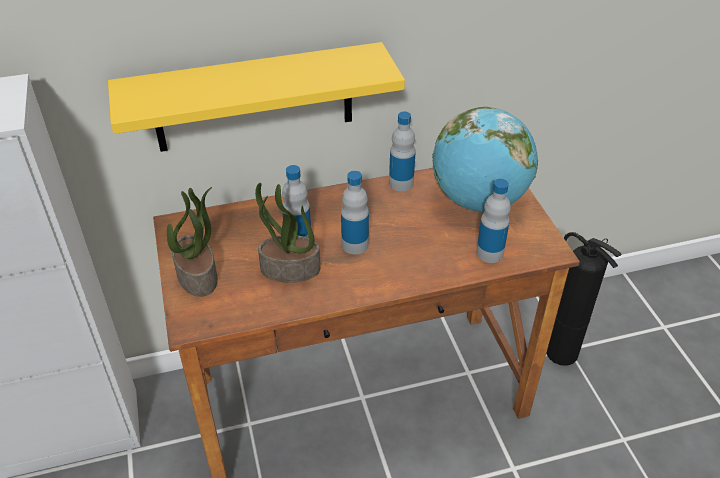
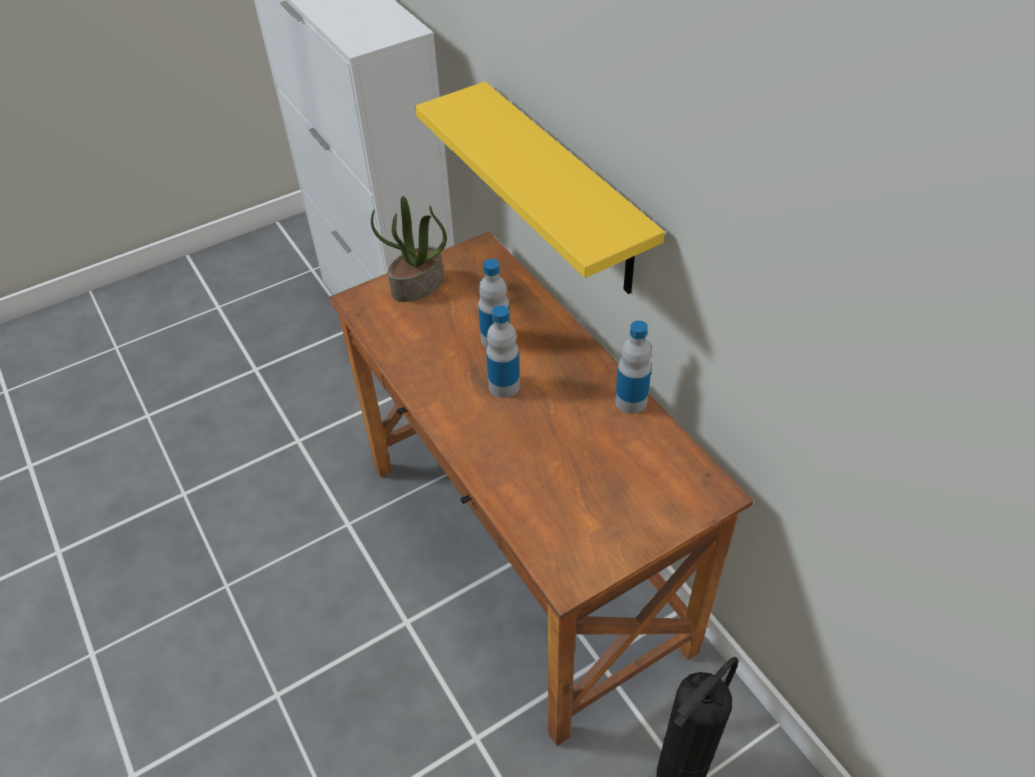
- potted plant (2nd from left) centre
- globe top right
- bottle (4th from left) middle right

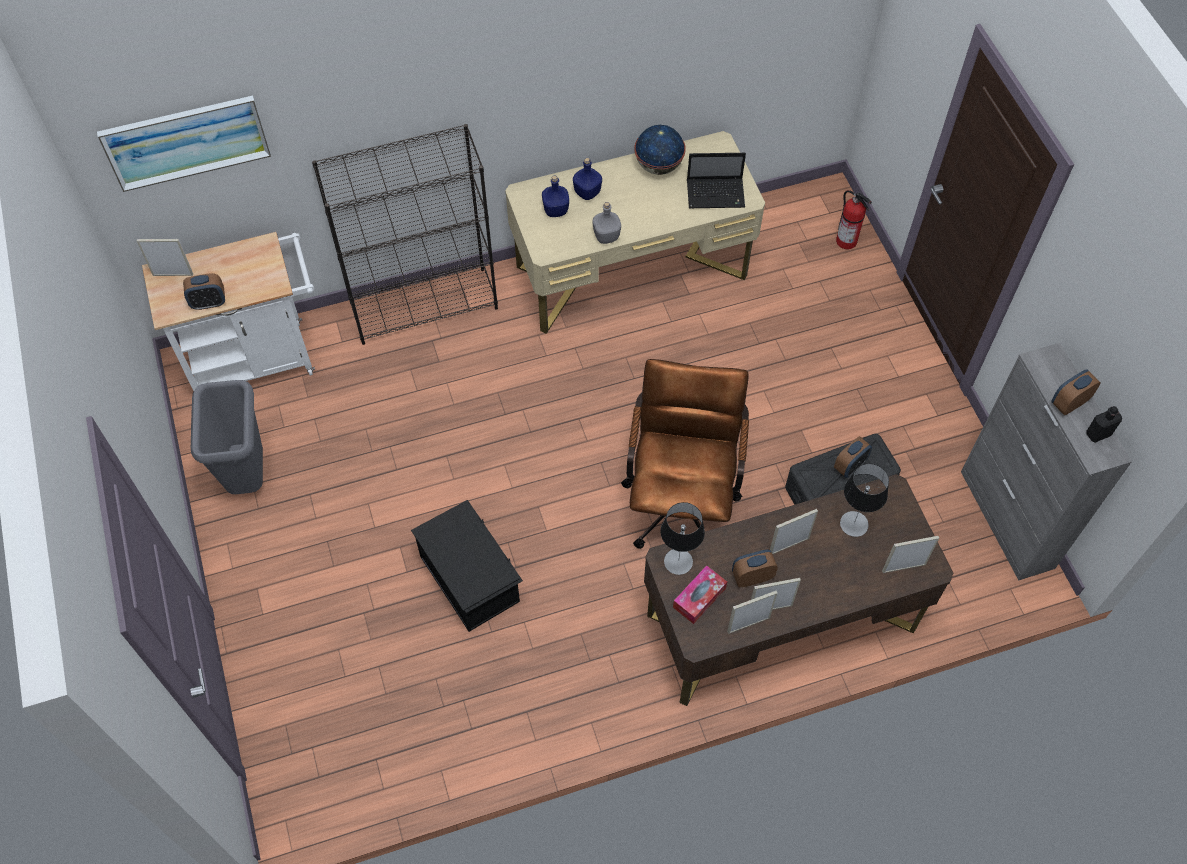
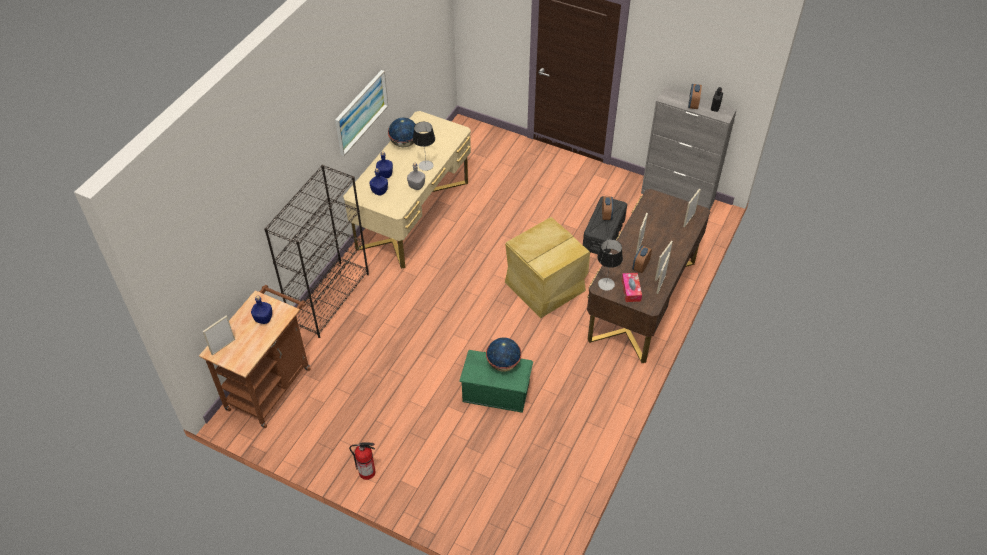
~ white cart middle left to brown cart middle left
+ blue bottle (1st from left) middle left
~ picture top left to top centre
~ fire extinguisher top right to bottom centre
~ table lamp (2nd from left in the first image) middle right to table lamp (1st from left) top centre
~ black storage box (1st from left) centre to green storage box bottom centre
+ globe (2nd from left) centre
~ brown office chair centre to beige storage box centre
- alarm clock (1st from left) middle left
- grey trash can middle left
- laptop top centre

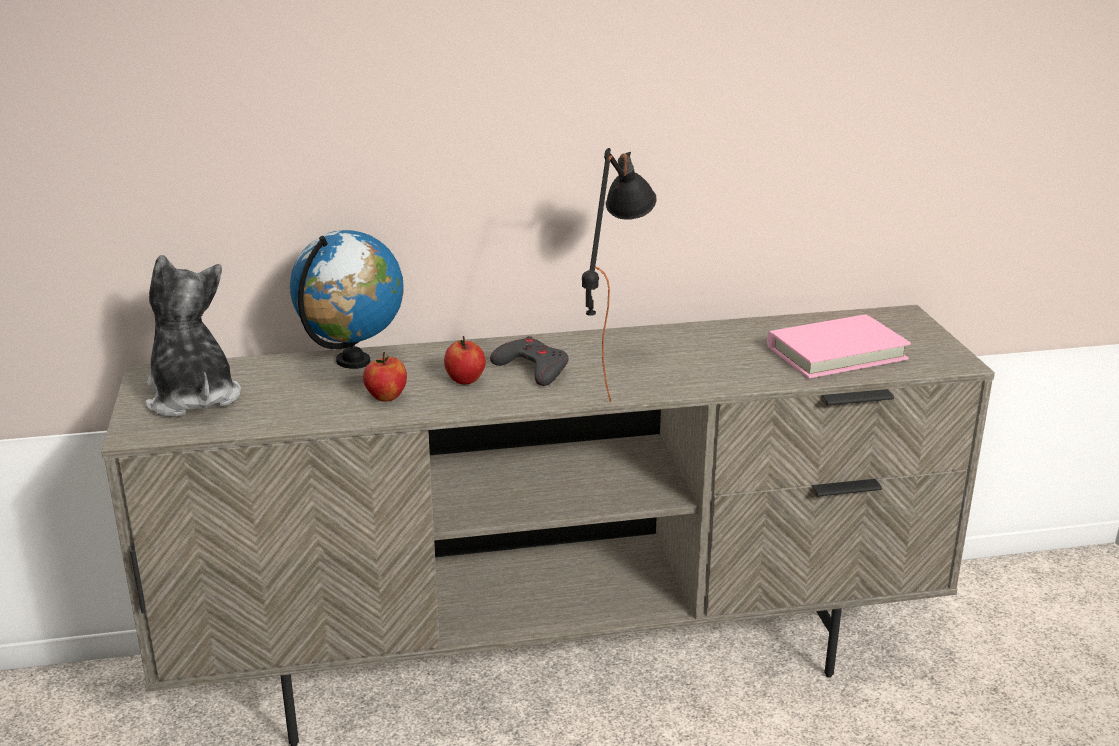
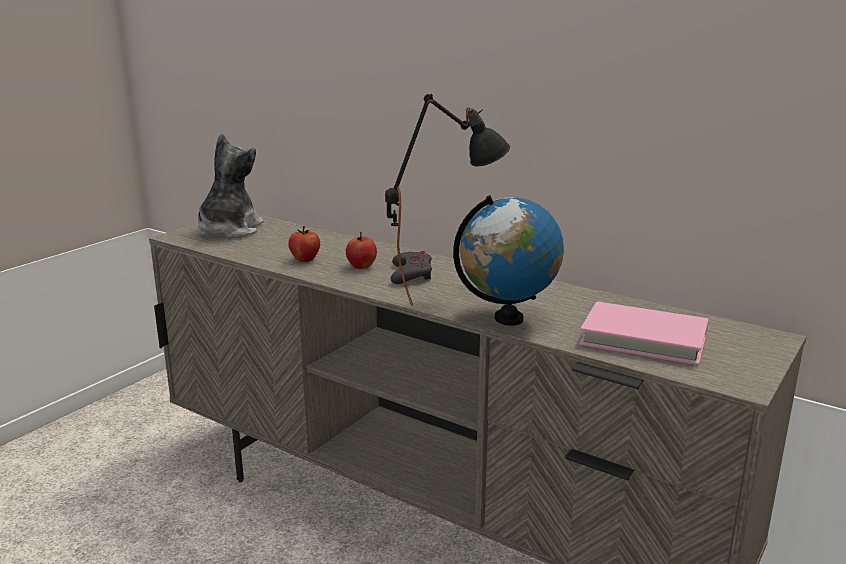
~ globe middle left to centre

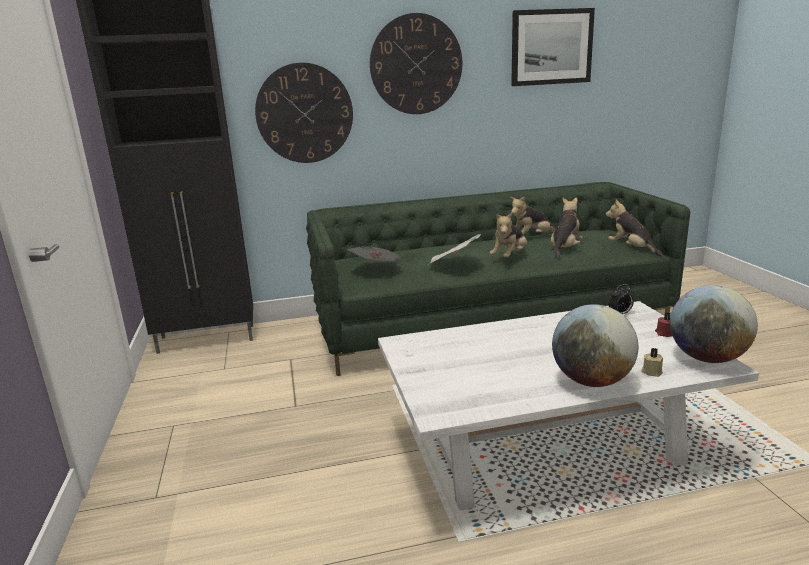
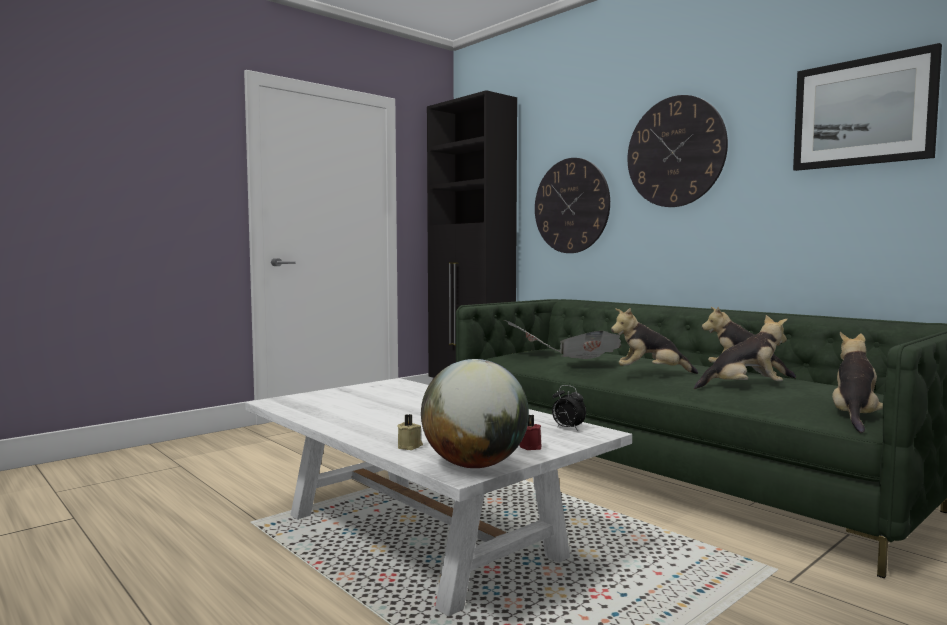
- globe (1st from left) middle right

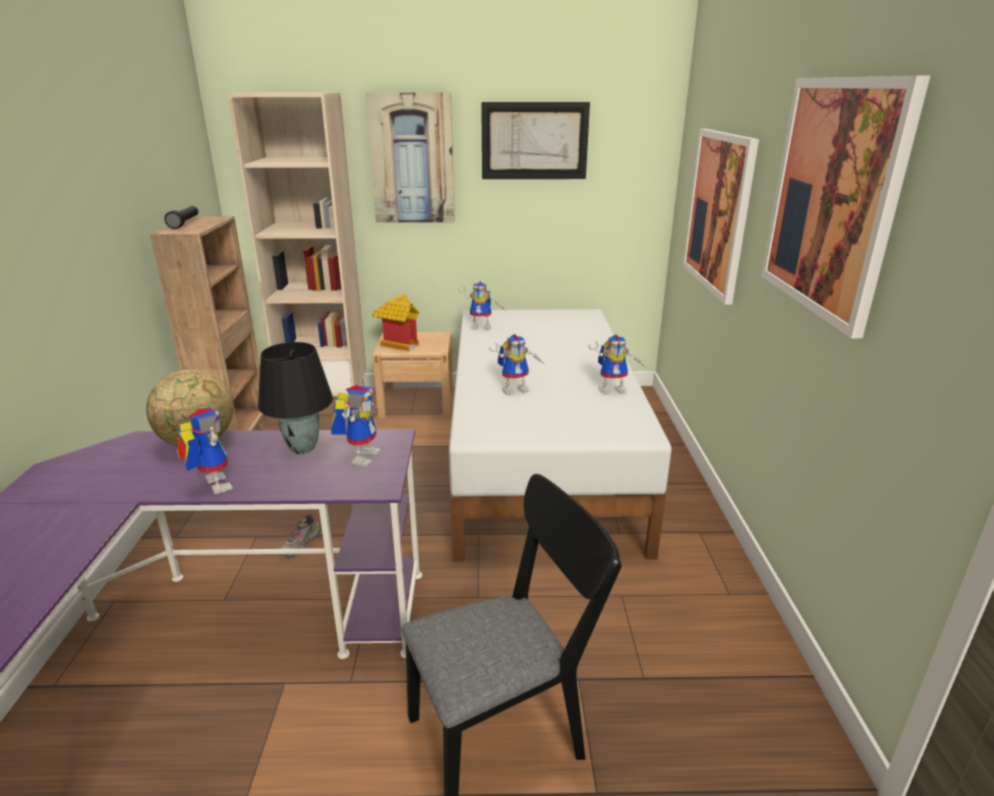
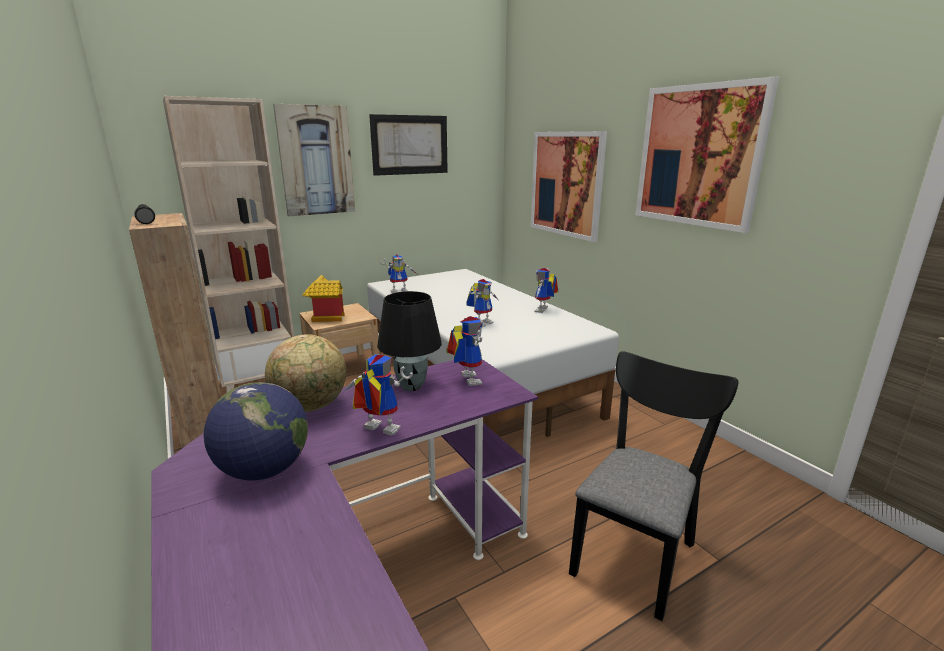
+ globe (1st from left) middle left
~ toy robot (5th from left) centre = centre 150 degrees clockwise
- shoe bottom left

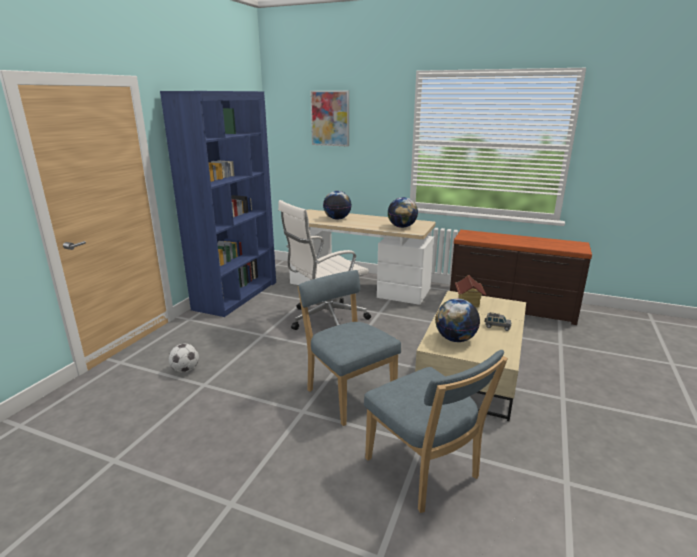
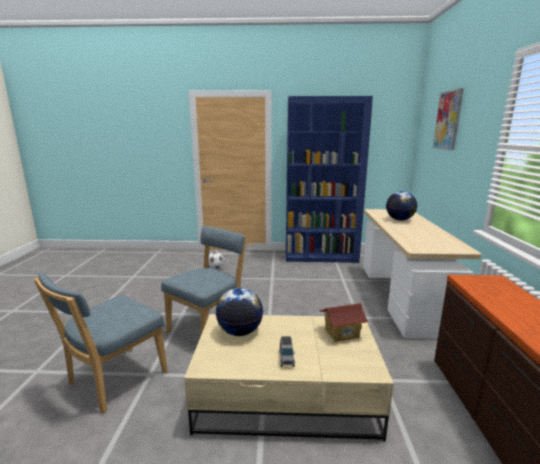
- white office chair centre
- globe (2nd from left) centre

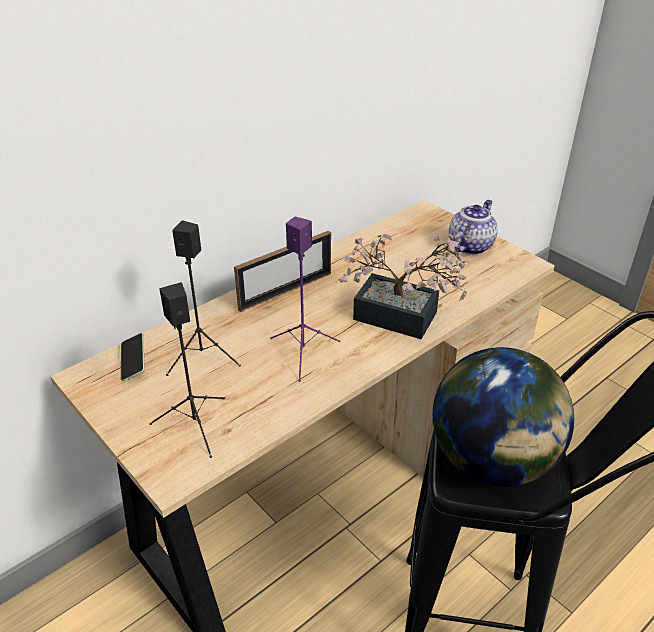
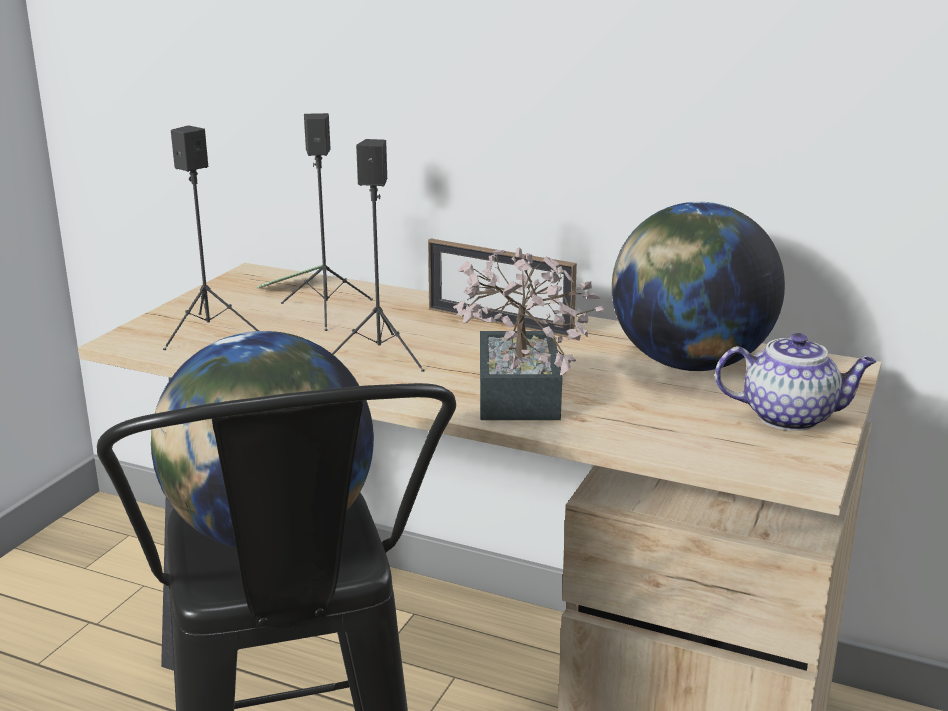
~ purple speaker centre to black speaker (3rd from left) centre
+ globe (2nd from left) middle right

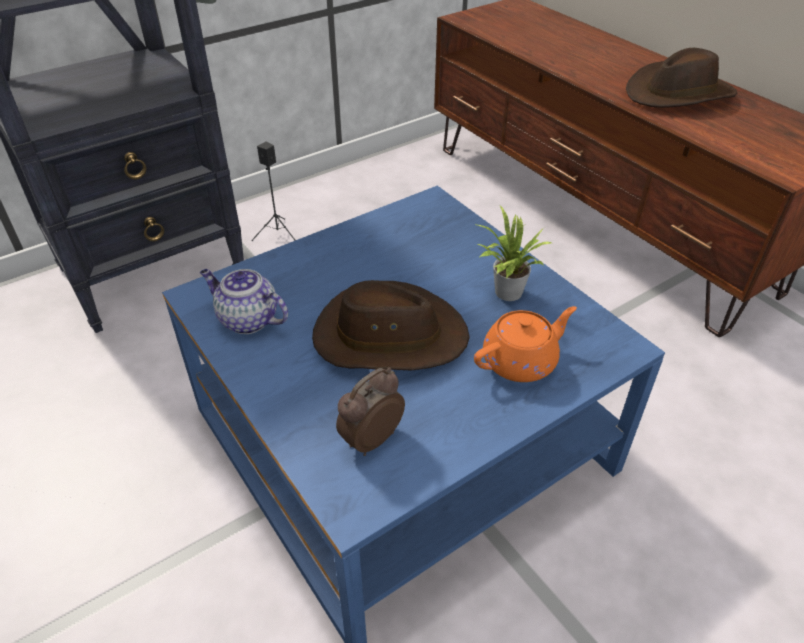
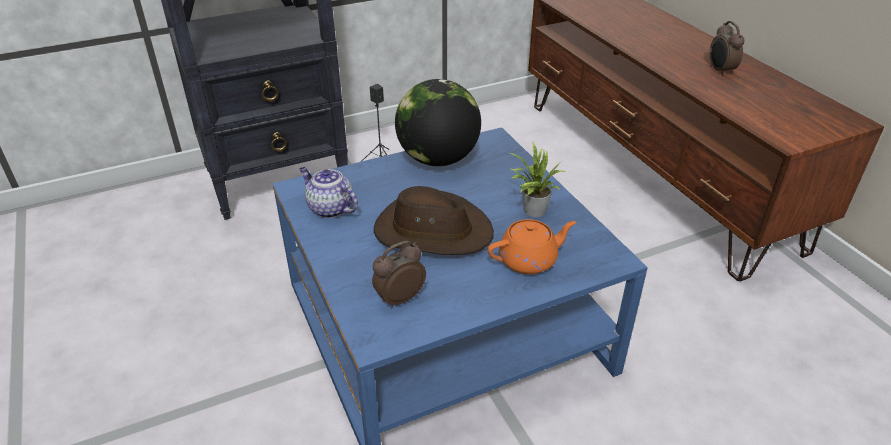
+ globe top centre
~ brown hat (2nd from left) top right to alarm clock (2nd from left) top right

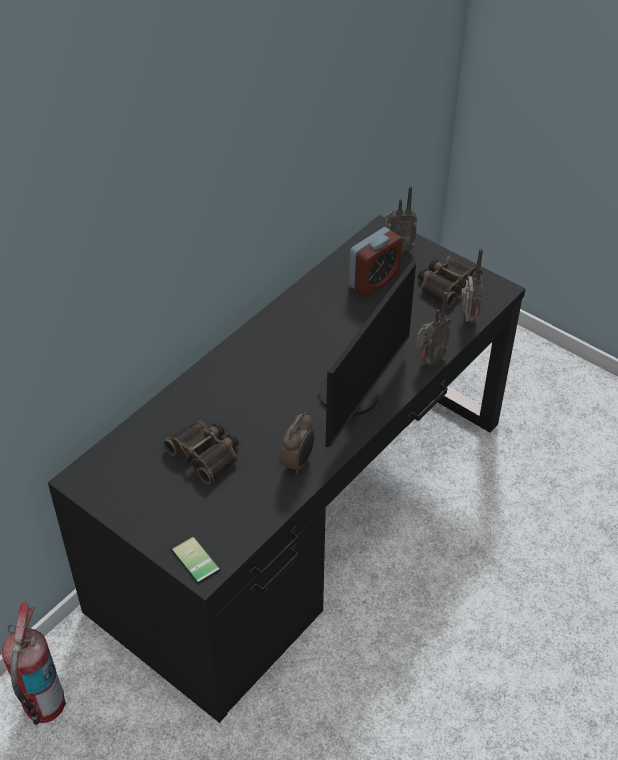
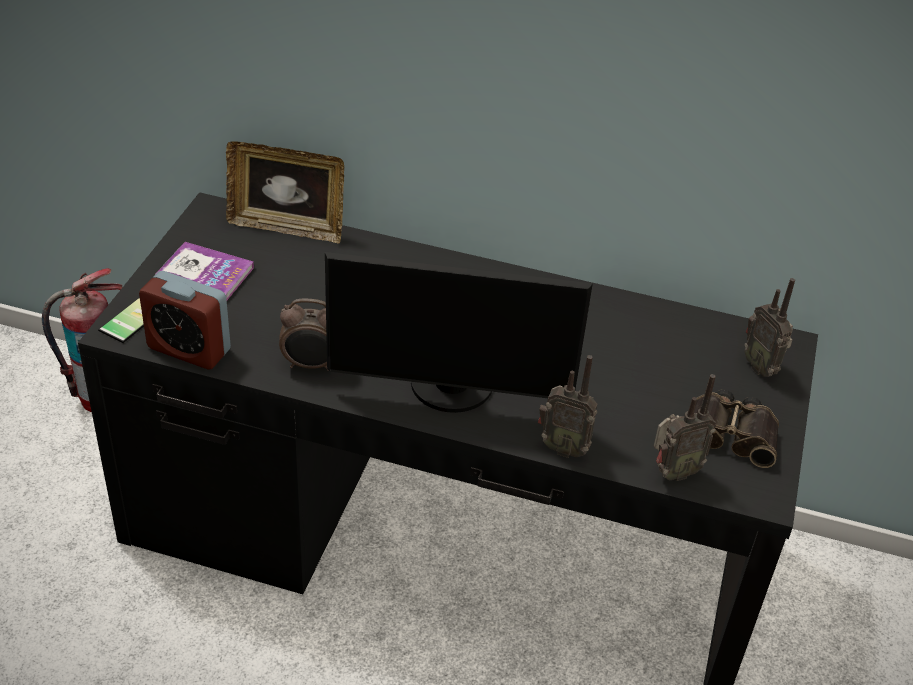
~ alarm clock (2nd from left in the first image) centre to alarm clock (1st from left) middle left
+ book middle left
+ picture frame top left
- binoculars (1st from left) middle left

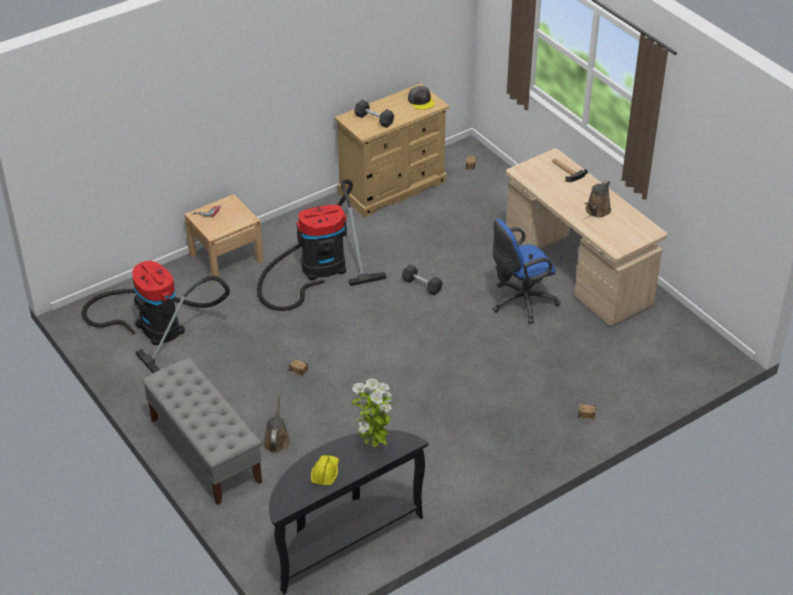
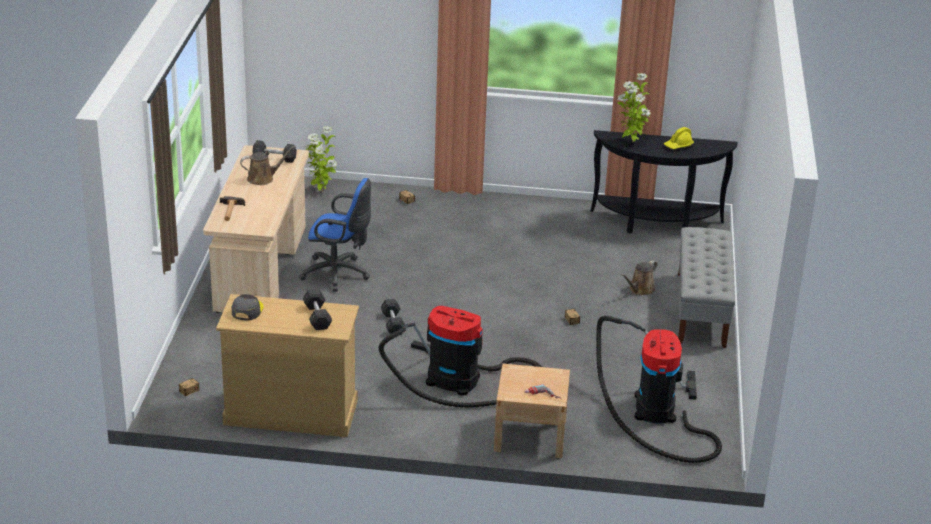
+ grey dumbbell (1st from left) top left
+ potted plant (1st from left) top centre

